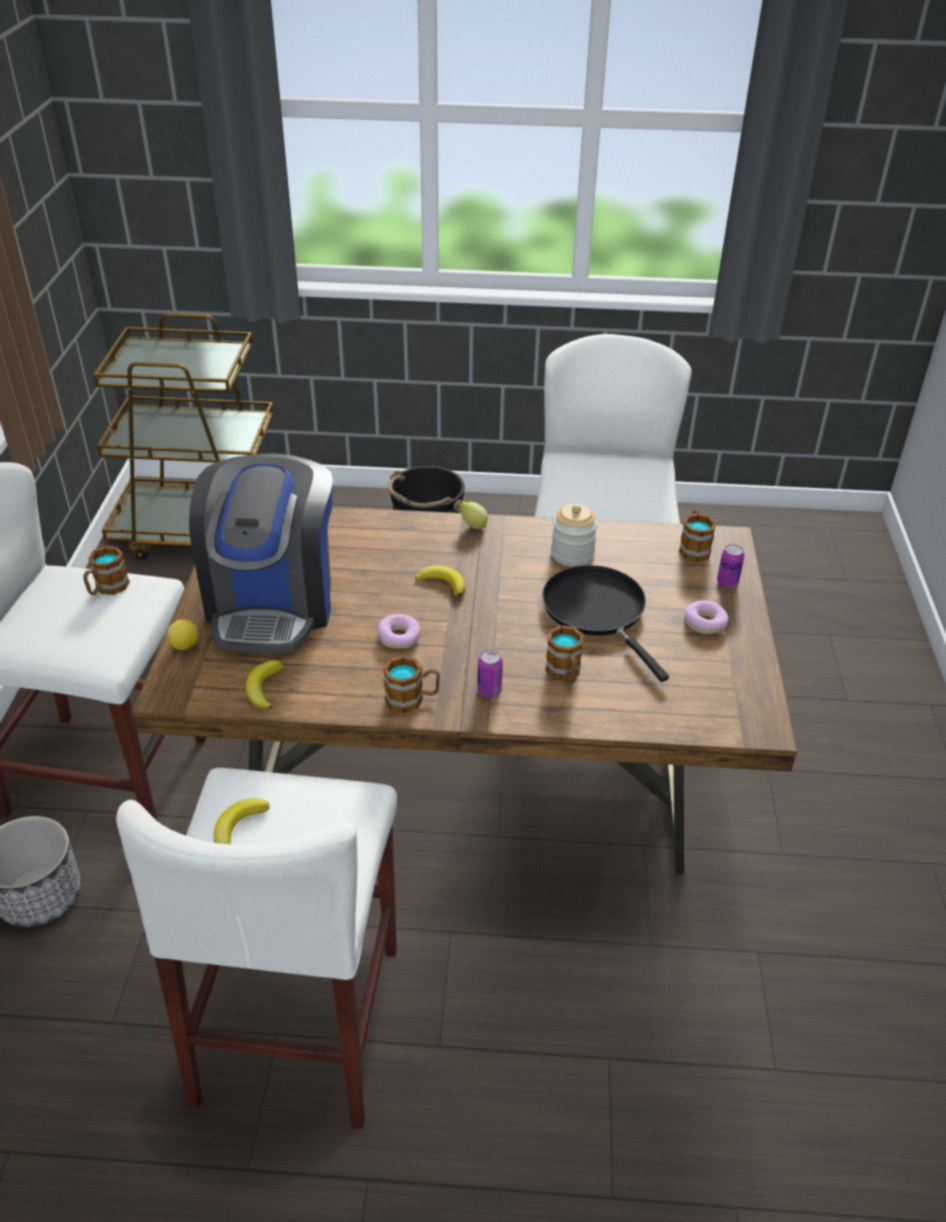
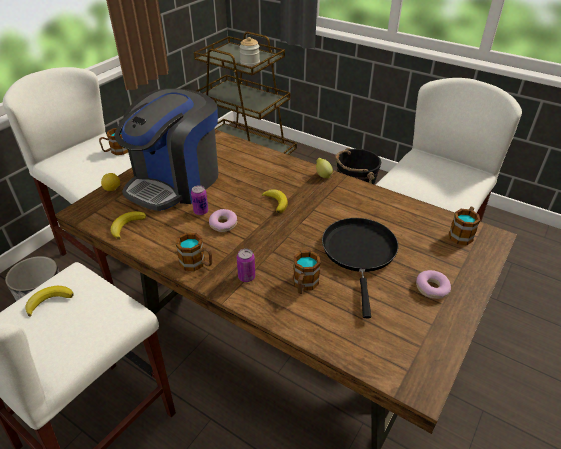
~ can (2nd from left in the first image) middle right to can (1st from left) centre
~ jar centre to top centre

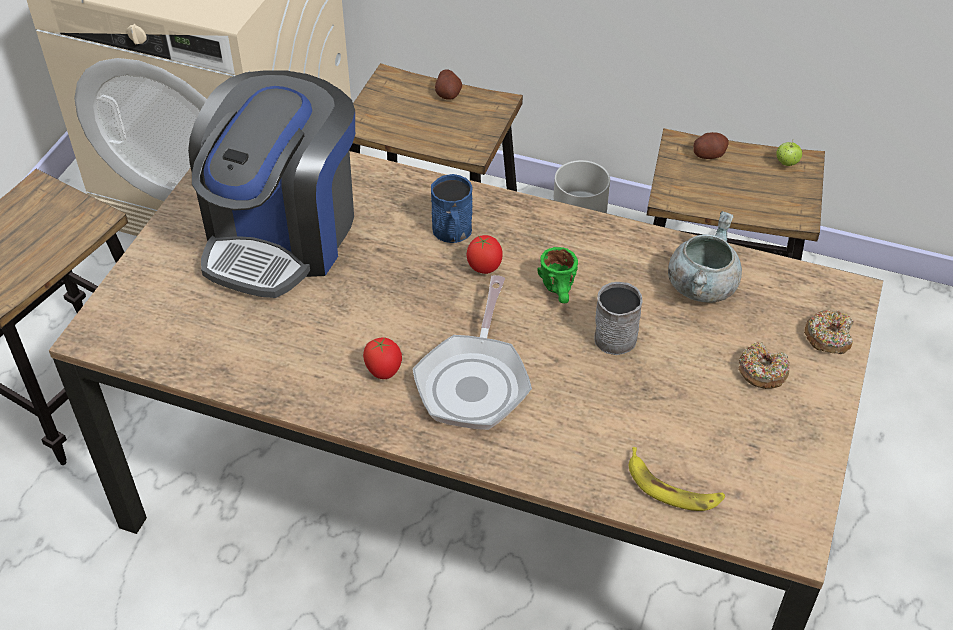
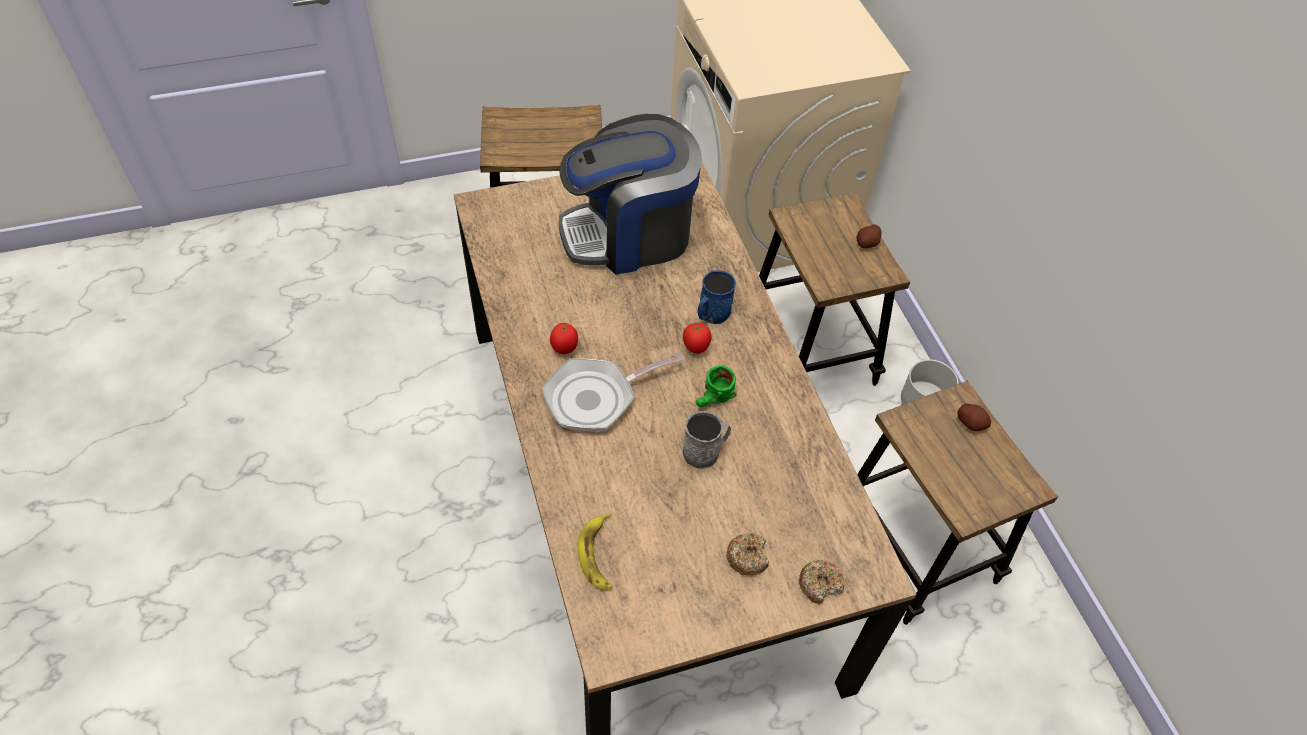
- grey cooking pot middle right
- apple top right

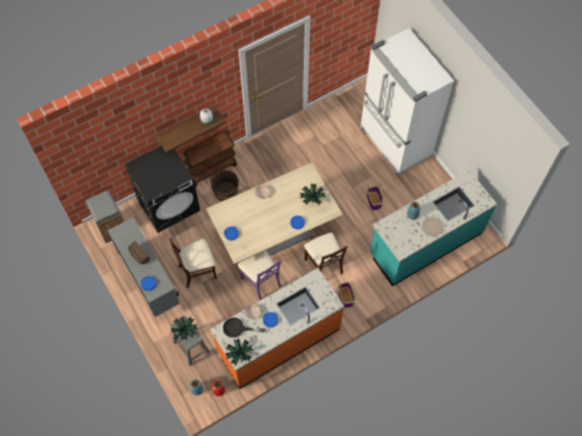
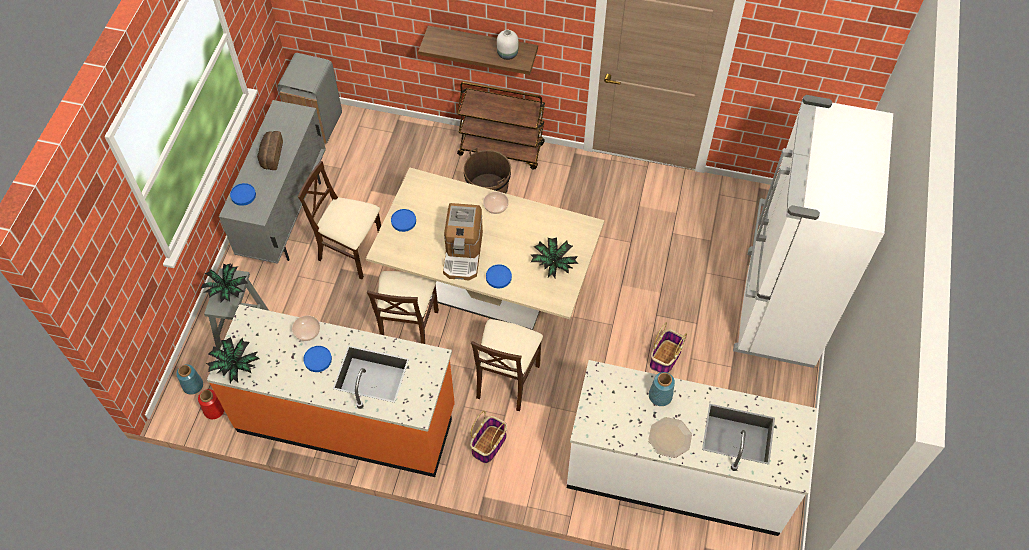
~ purple chair centre to beige chair (2nd from left) centre
+ coffee machine centre
~ turquoise counter middle right to white counter bottom right
- black washing machine middle left
- black frying pan bottom centre

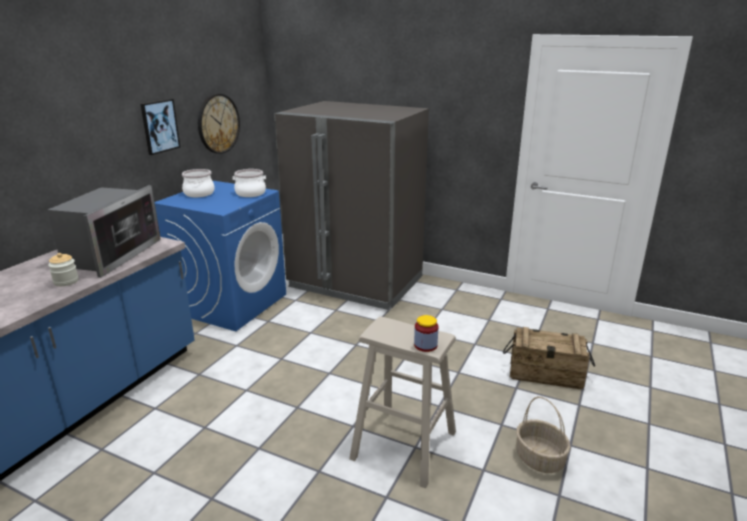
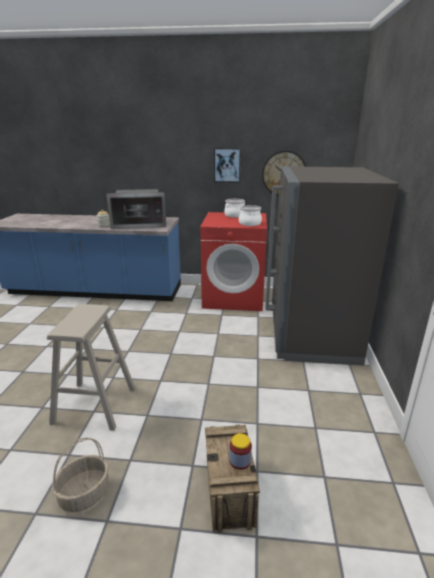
~ blue washing machine middle left to red washing machine centre
~ jar (2nd from left) centre to bottom centre

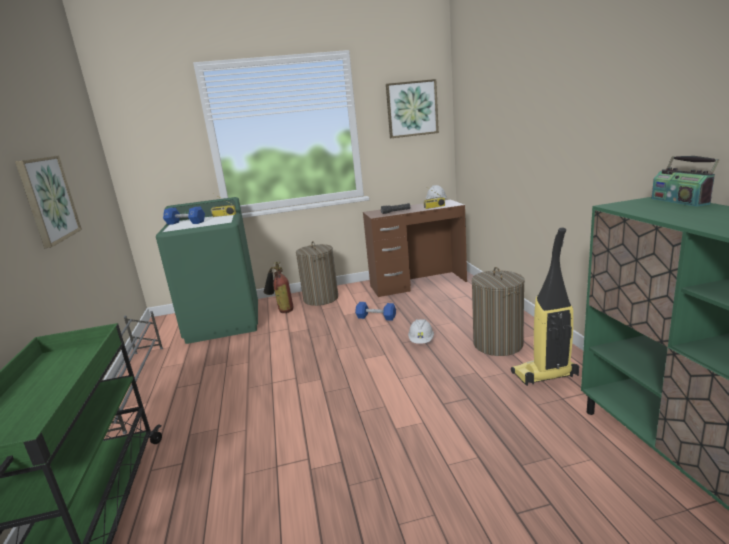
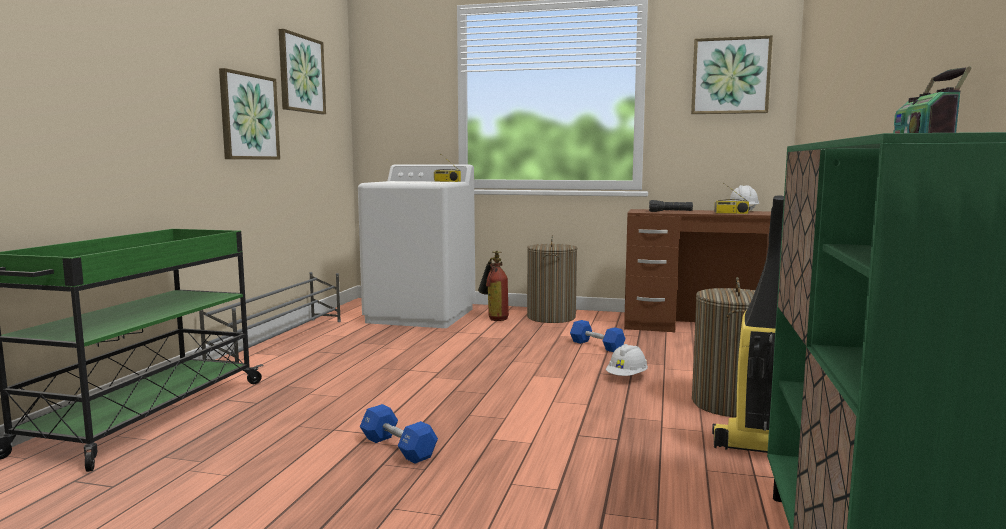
+ picture (2nd from left) top left
~ green washing machine middle left to white washing machine centre
~ blue dumbbell (1st from left) middle left to bottom centre

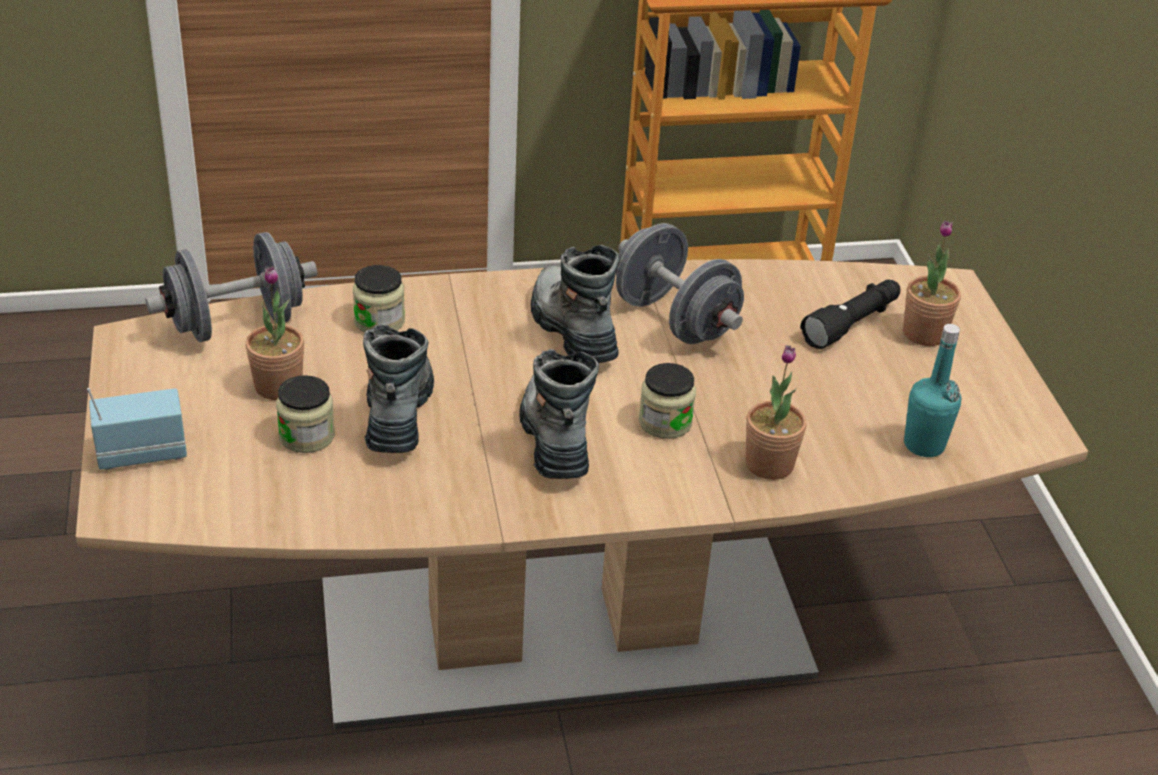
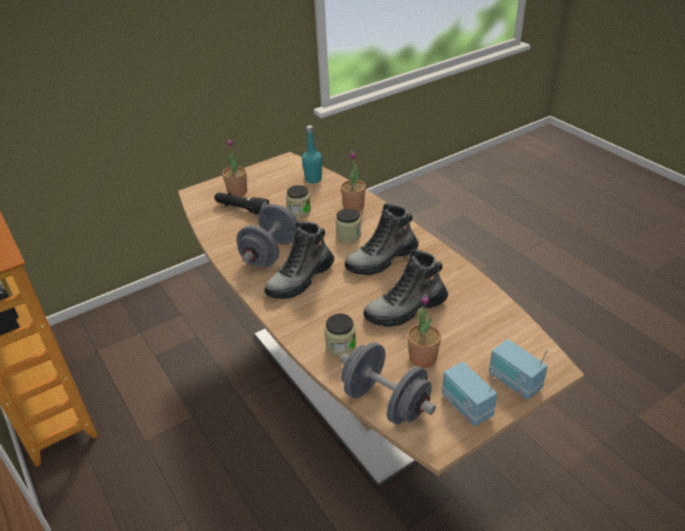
~ jar (1st from left) middle left to centre
+ radio (1st from left) bottom right

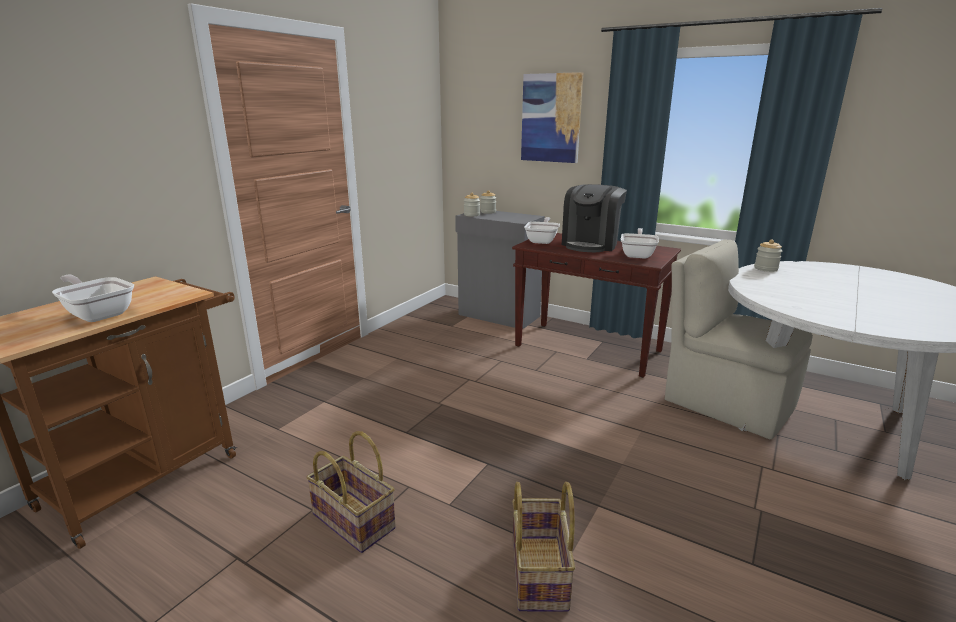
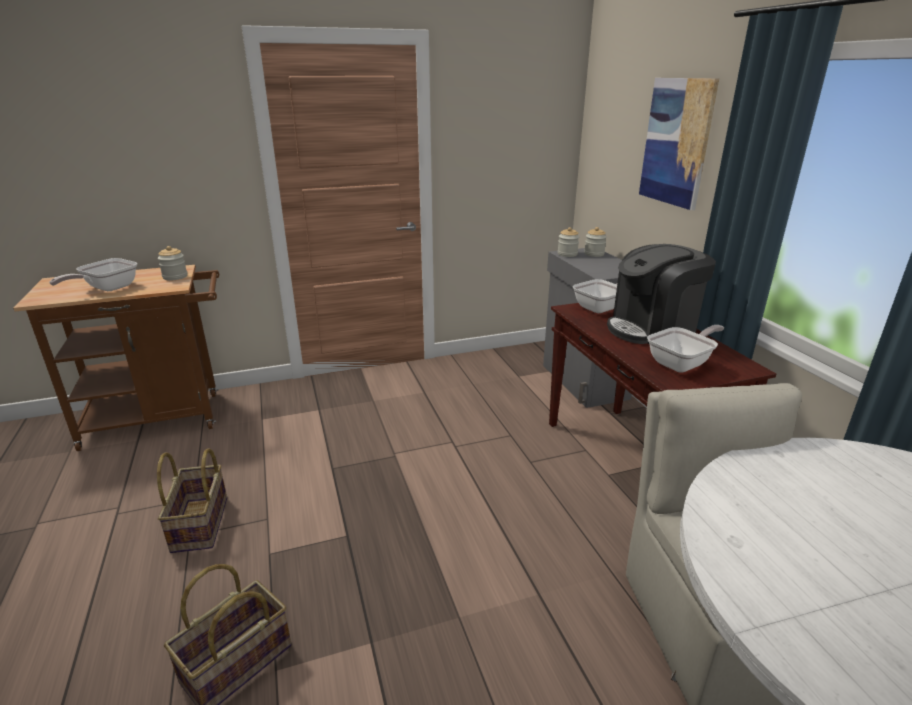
~ frying pan (1st from left) middle left = middle left 135 degrees counterclockwise
~ jar (3rd from left in the first image) middle right to jar (1st from left) middle left

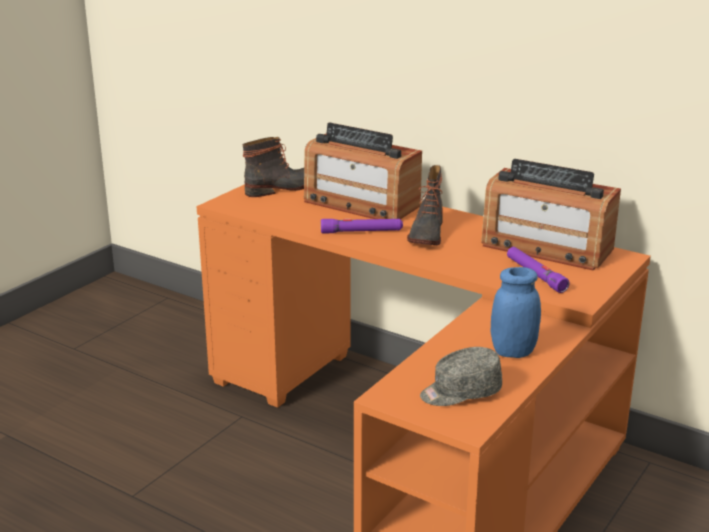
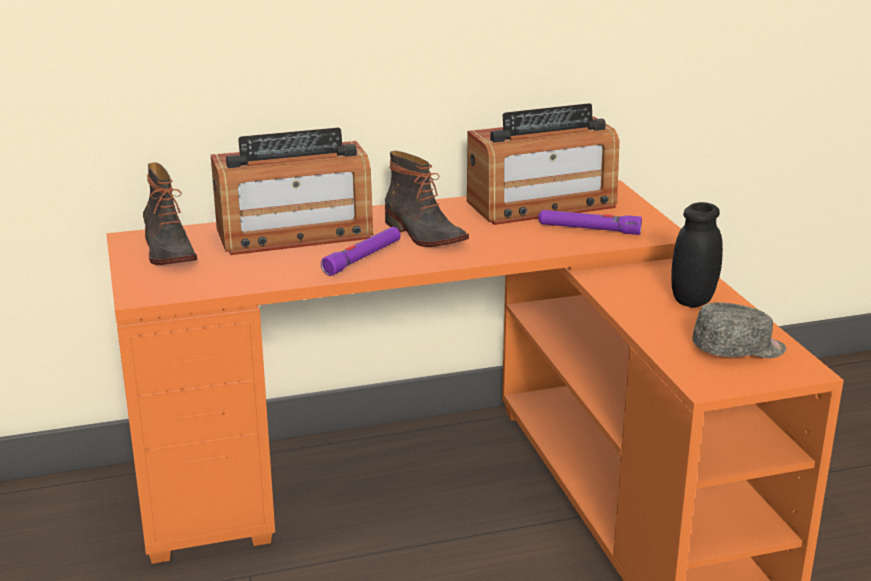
~ boot (1st from left) top centre = middle left 150 degrees clockwise
~ blue jar middle right to black jar middle right
~ grey cap bottom centre = middle right 120 degrees counterclockwise

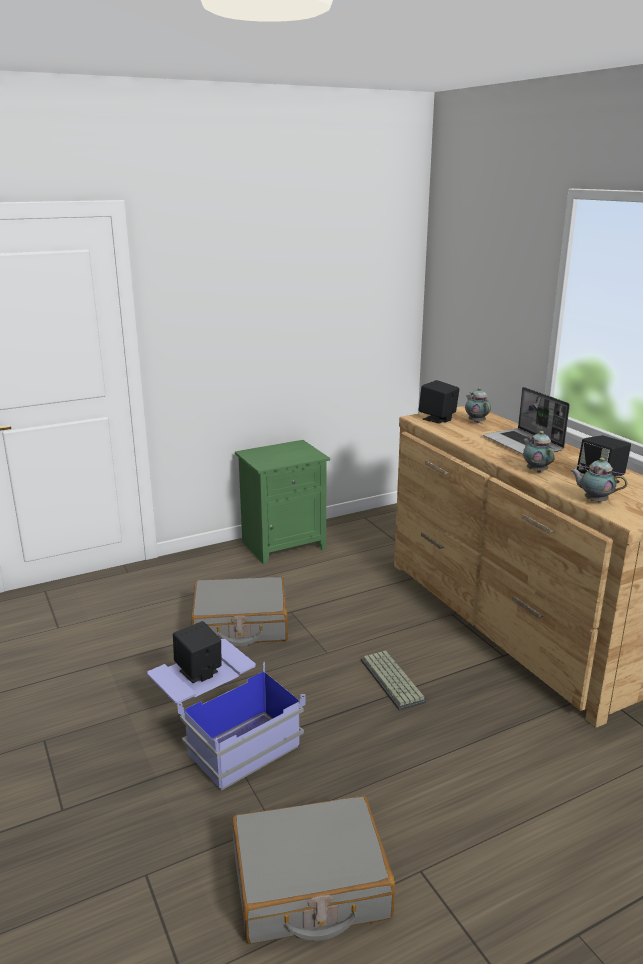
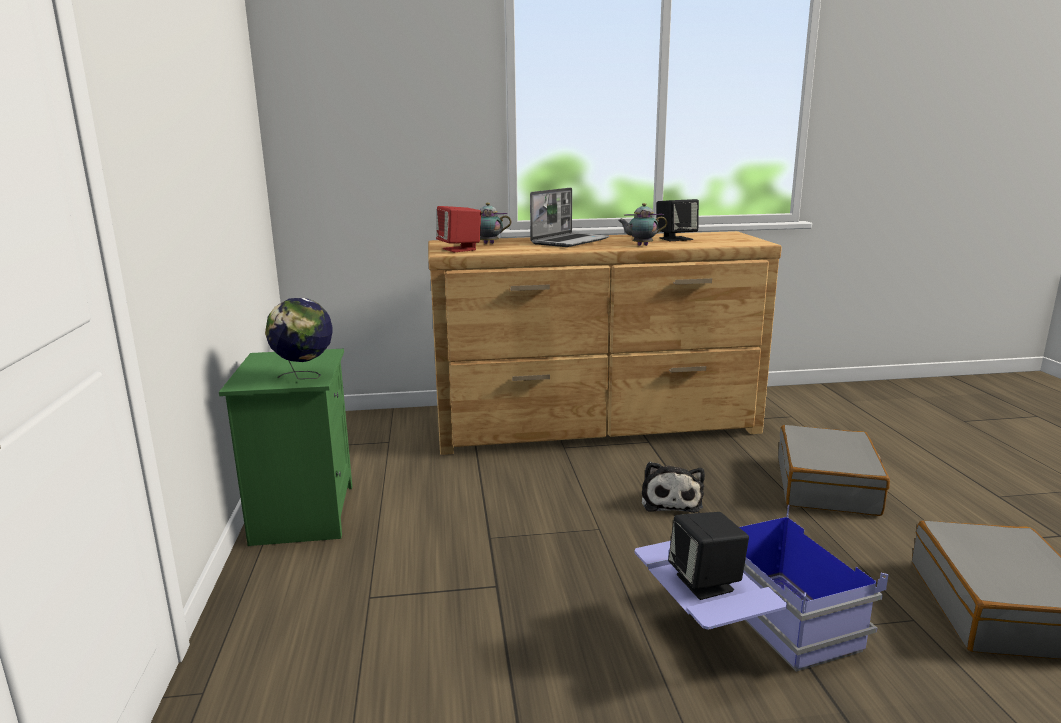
+ globe middle left
~ black speaker (2nd from left) middle right to red speaker top centre
~ laptop middle right = top centre 45 degrees counterclockwise
~ keyboard bottom centre to plush toy bottom centre
~ grey suitcase (1st from left) centre to middle right
- teapot (3rd from left) middle right

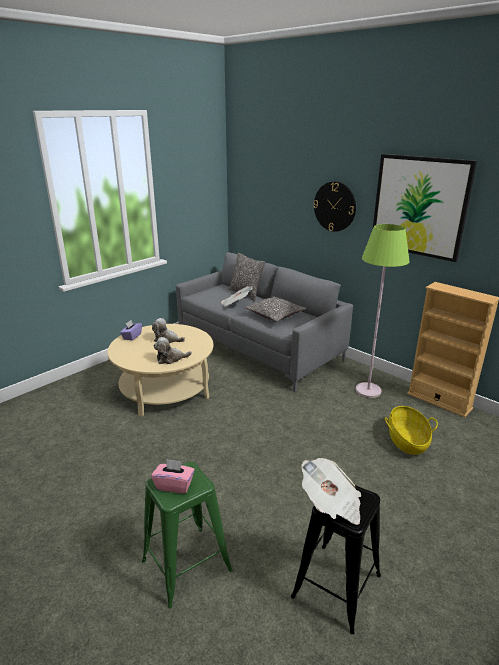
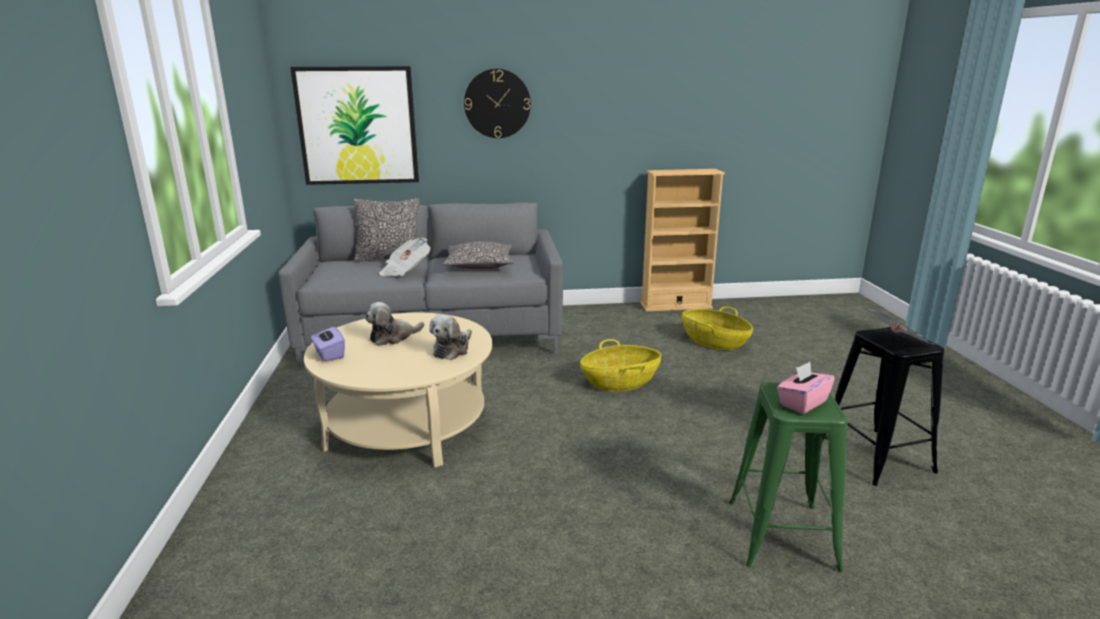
~ picture top right to top left
+ basket (1st from left) centre
- green floor lamp middle right

